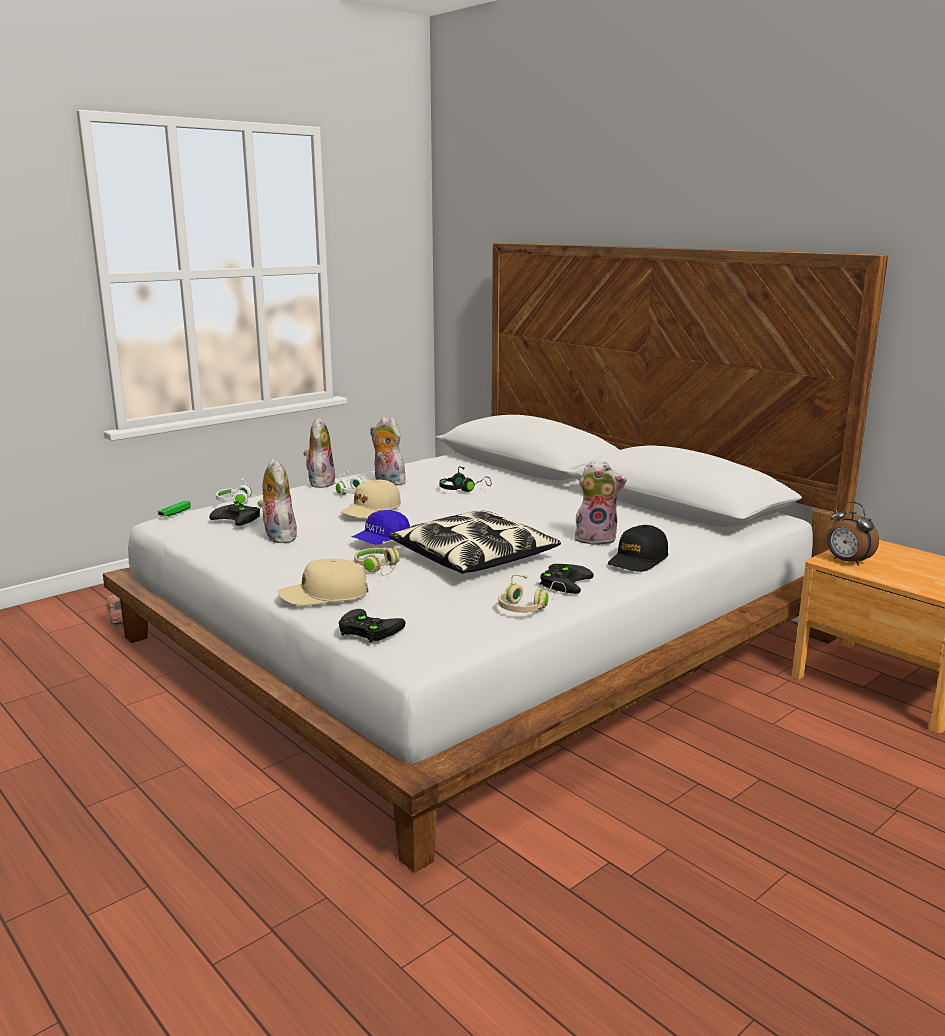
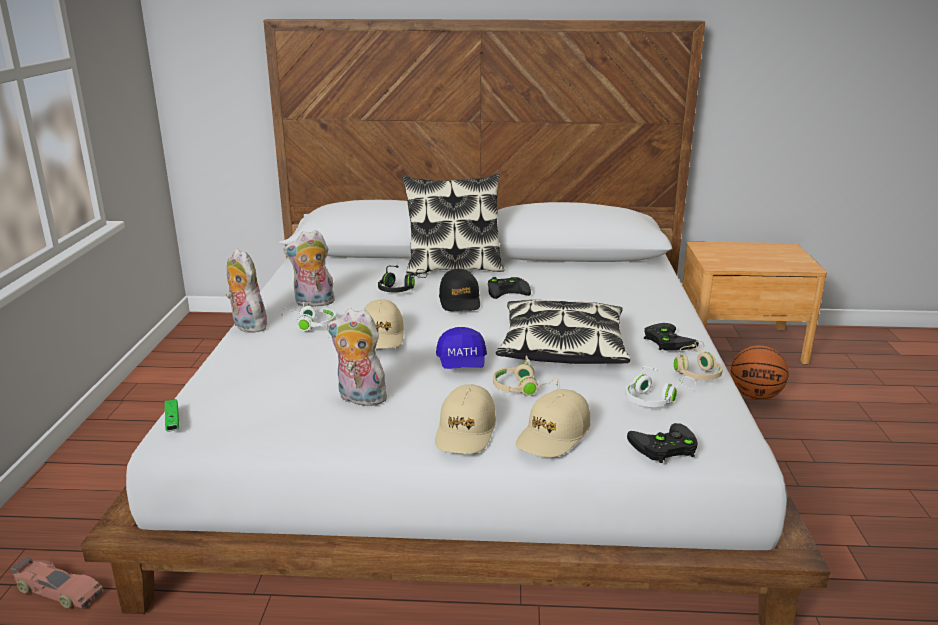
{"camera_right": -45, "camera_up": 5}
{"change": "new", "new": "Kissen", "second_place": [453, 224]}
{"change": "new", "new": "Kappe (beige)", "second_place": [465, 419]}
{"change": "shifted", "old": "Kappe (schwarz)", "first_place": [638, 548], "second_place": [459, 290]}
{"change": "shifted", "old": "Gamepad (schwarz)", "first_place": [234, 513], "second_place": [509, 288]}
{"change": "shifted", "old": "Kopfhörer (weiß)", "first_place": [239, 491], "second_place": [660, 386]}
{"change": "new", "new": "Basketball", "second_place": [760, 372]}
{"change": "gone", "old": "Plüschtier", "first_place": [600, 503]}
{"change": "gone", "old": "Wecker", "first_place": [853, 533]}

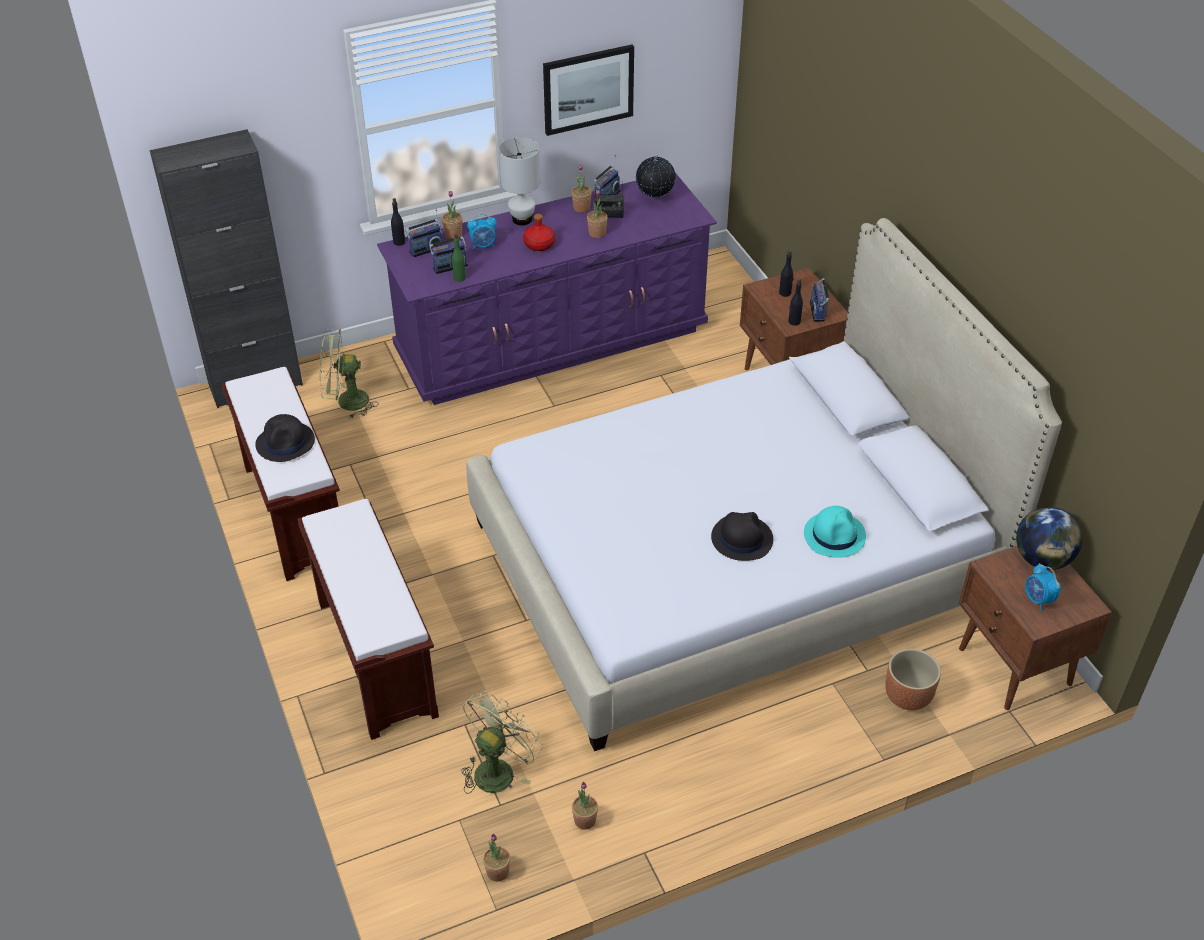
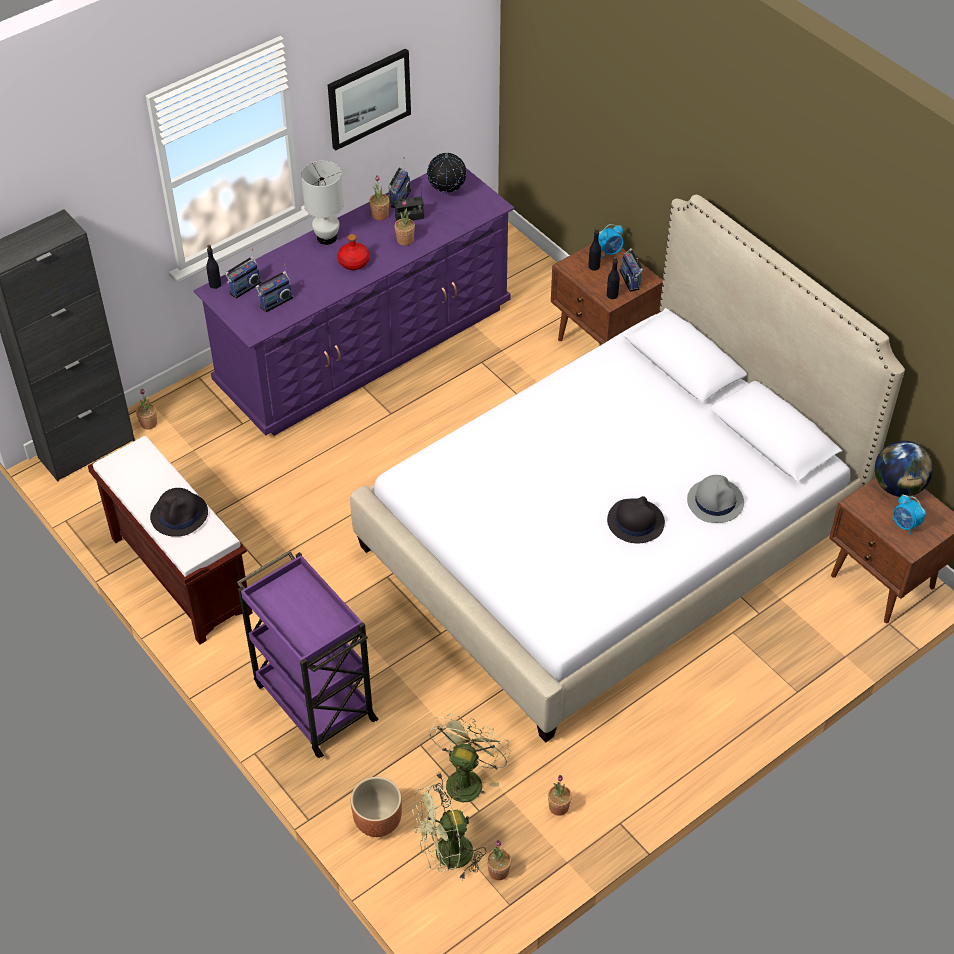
{"camera_right": -15, "camera_up": 5}
{"change": "shifted", "old": "Topfpflanze", "first_place": [452, 215], "second_place": [146, 409]}
{"change": "swapped", "old": "Bank (braun)", "new": "Rollwagen (lila)", "first_place": [368, 619], "second_place": [308, 654]}
{"change": "shifted", "old": "Pflanzkübel (braun)", "first_place": [913, 679], "second_place": [376, 807]}
{"change": "shifted", "old": "Ventilator (grün)", "first_place": [349, 374], "second_place": [449, 832]}
{"change": "shifted", "old": "Wecker", "first_place": [482, 231], "second_place": [610, 241]}
{"change": "repainted", "old": "Hut (türkis)", "new": "Hut (grau)", "first_place": [835, 532], "second_place": [715, 499]}
{"change": "gone", "old": "Flasche (grün)", "first_place": [459, 258]}

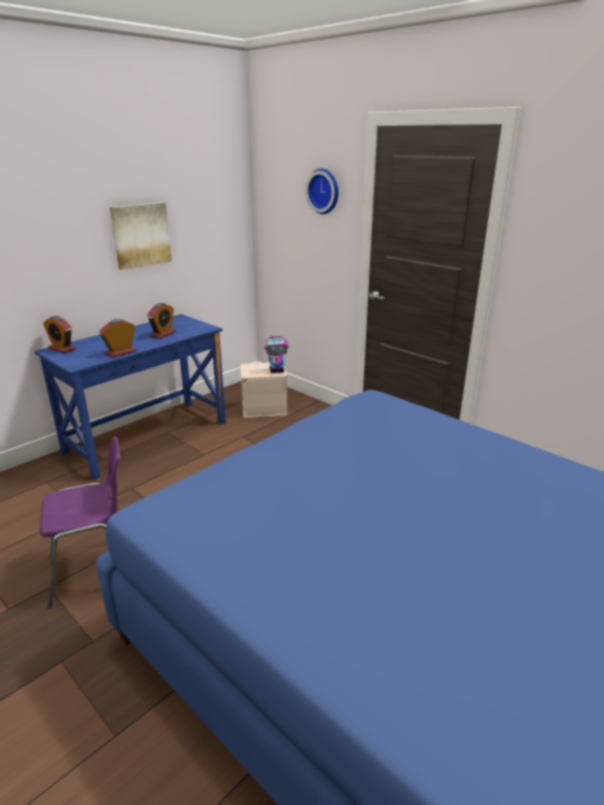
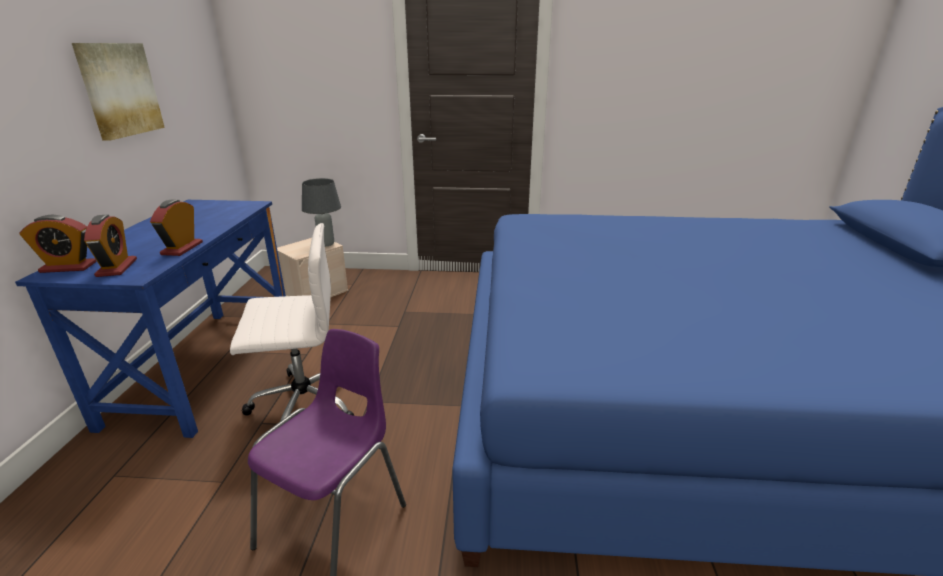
{"camera_right": -40, "camera_up": 0}
{"change": "shifted", "old": "Wecker", "first_place": [161, 321], "second_place": [110, 246]}
{"change": "new", "new": "Bürostuhl (weiß)", "second_place": [292, 322]}
{"change": "swapped", "old": "Spielzeugroboter", "new": "Tischlampe (grau)", "first_place": [277, 354], "second_place": [321, 212]}
{"change": "gone", "old": "Wanduhr", "first_place": [322, 191]}

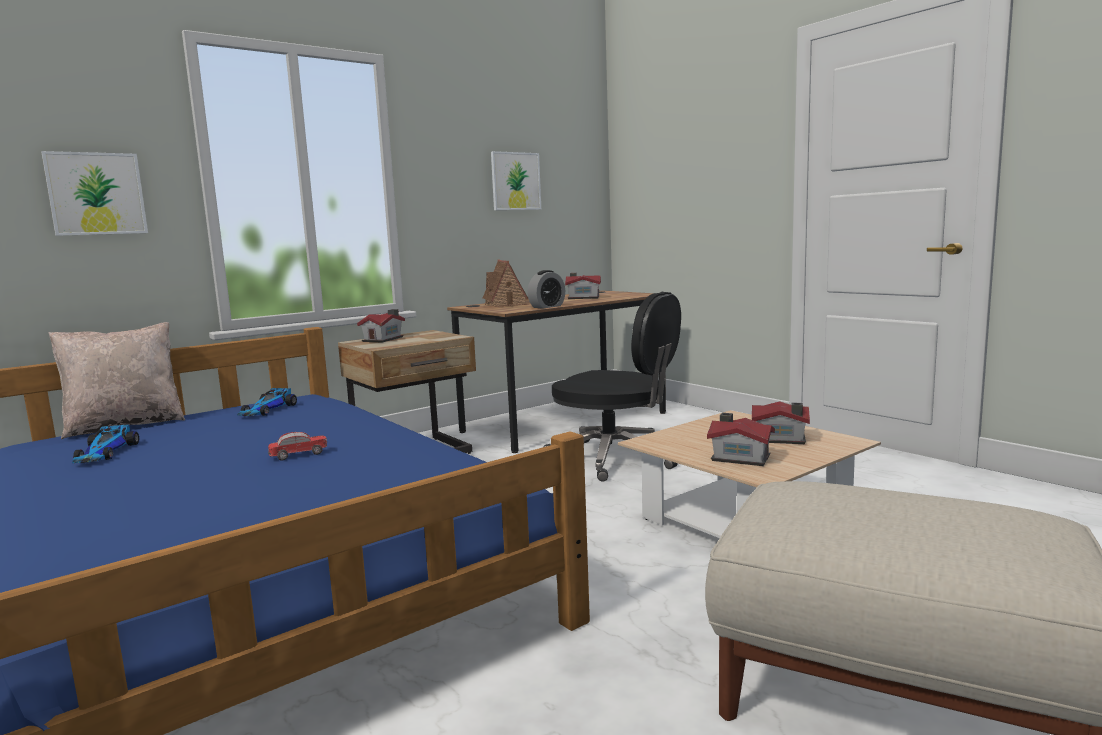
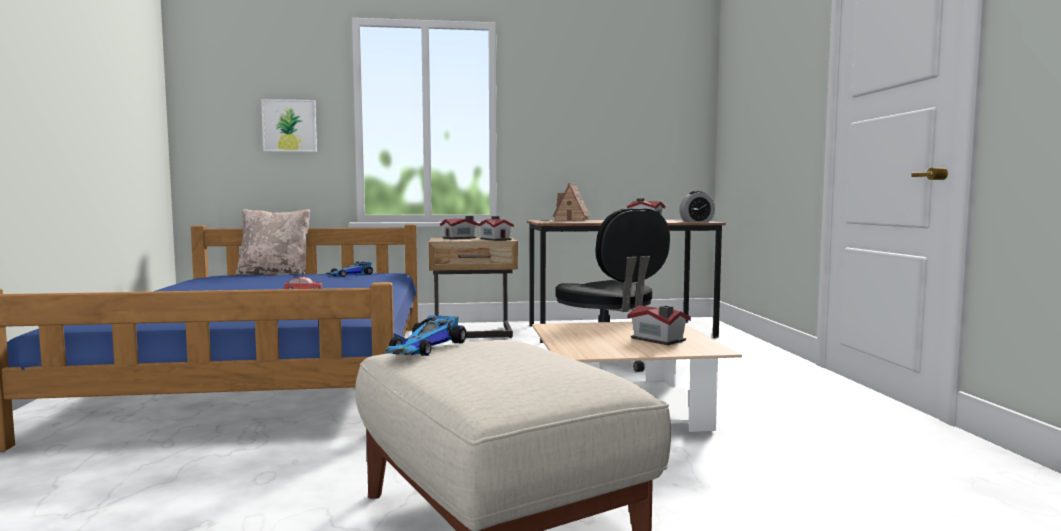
{"camera_right": 30, "camera_up": -5}
{"change": "shifted", "old": "Spielzeugauto", "first_place": [105, 443], "second_place": [425, 335]}
{"change": "shifted", "old": "Spielzeughaus", "first_place": [741, 439], "second_place": [496, 228]}
{"change": "shifted", "old": "Wecker", "first_place": [546, 289], "second_place": [697, 206]}
{"change": "gone", "old": "Bild", "first_place": [516, 180]}

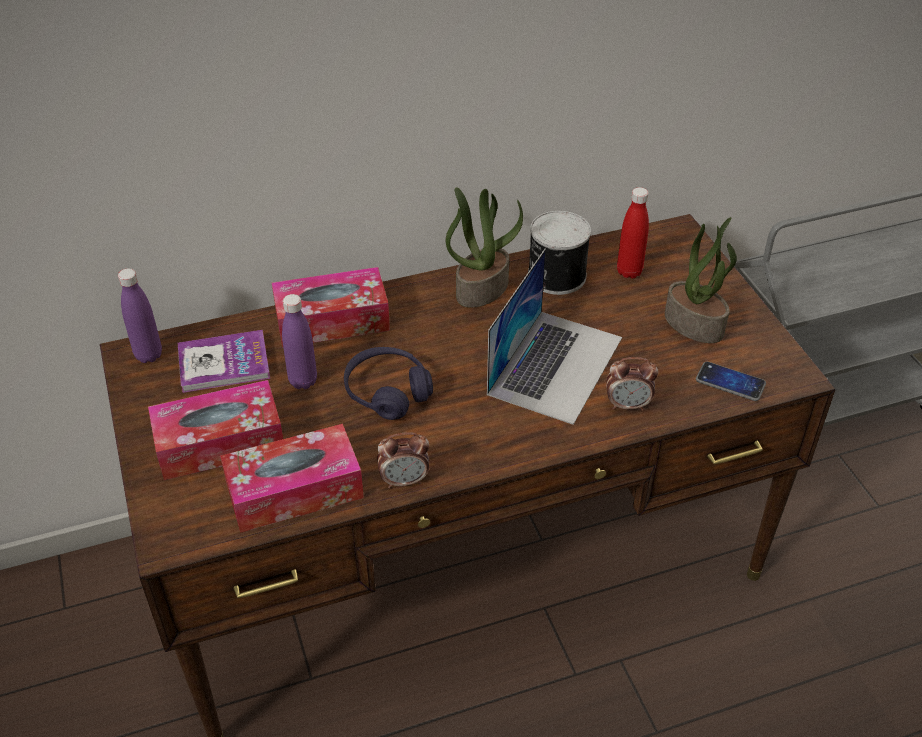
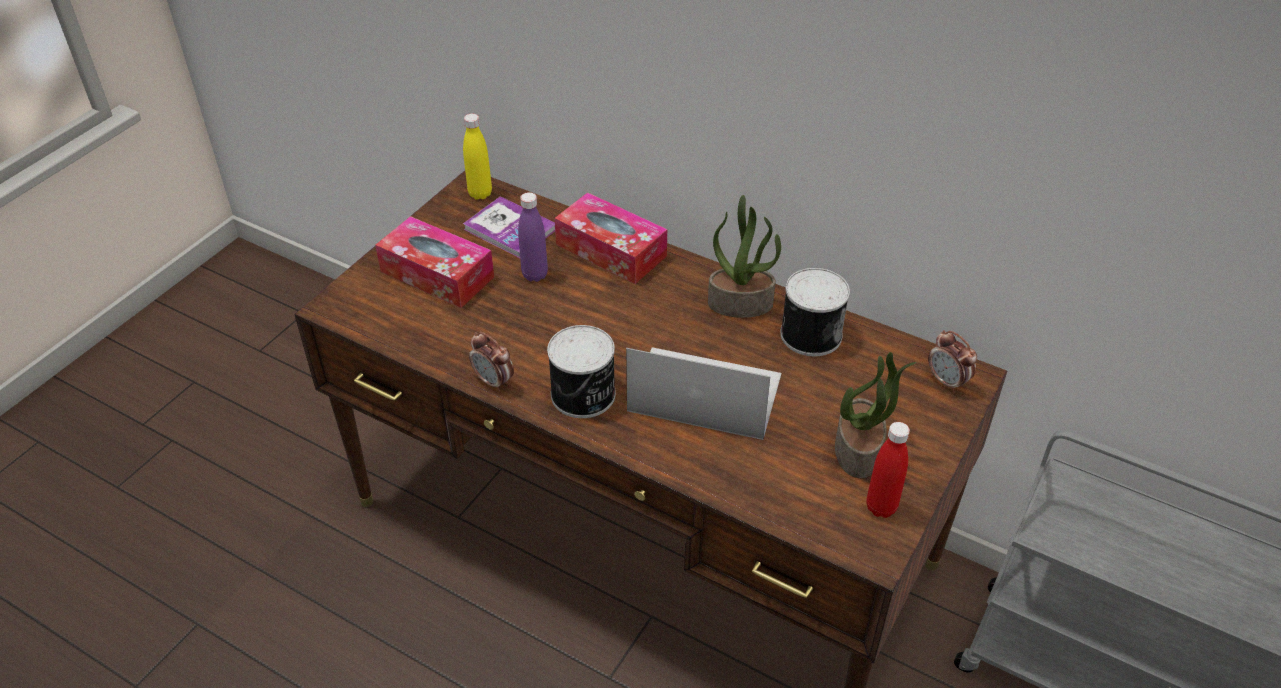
{"camera_right": 50, "camera_up": 0}
{"change": "repainted", "old": "Flasche (lila)", "new": "Flasche (gelb)", "first_place": [140, 315], "second_place": [477, 157]}
{"change": "new", "new": "Dose", "second_place": [581, 371]}
{"change": "rotated", "old": "Laptop", "first_place": [554, 336], "second_place": [703, 393], "degrees": -150}
{"change": "shifted", "old": "Flasche (rot)", "first_place": [633, 233], "second_place": [888, 470]}
{"change": "shifted", "old": "Wecker", "first_place": [632, 384], "second_place": [952, 361]}
{"change": "gone", "old": "Taschentuchbox", "first_place": [292, 478]}
{"change": "gone", "old": "Kopfhörer (lila)", "first_place": [388, 383]}
{"change": "gone", "old": "Handy", "first_place": [731, 381]}

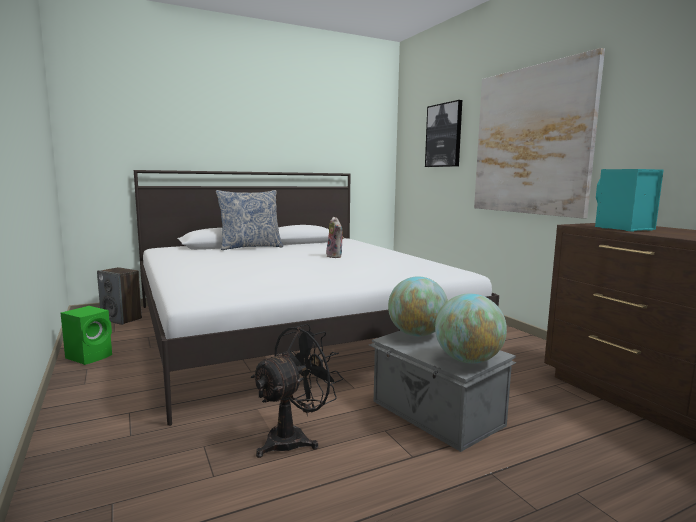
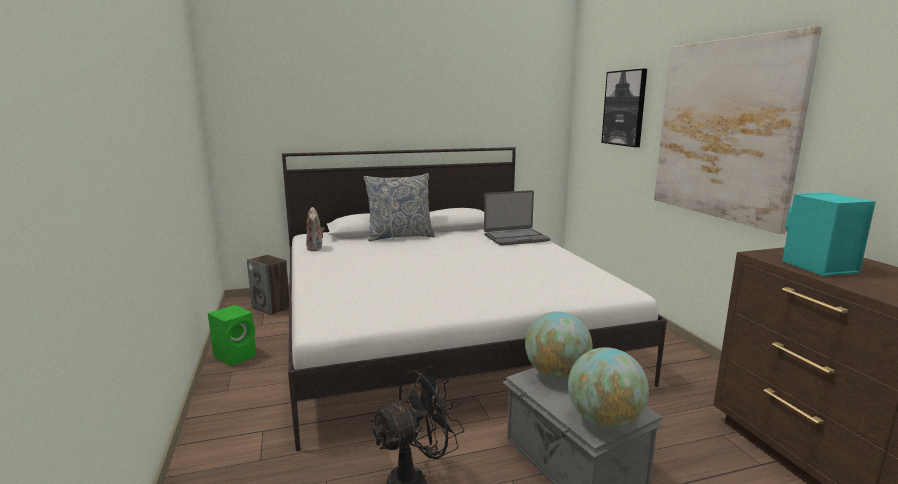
{"camera_right": 10, "camera_up": 5}
{"change": "shifted", "old": "Plüschtier", "first_place": [335, 237], "second_place": [315, 229]}
{"change": "new", "new": "Laptop", "second_place": [517, 218]}

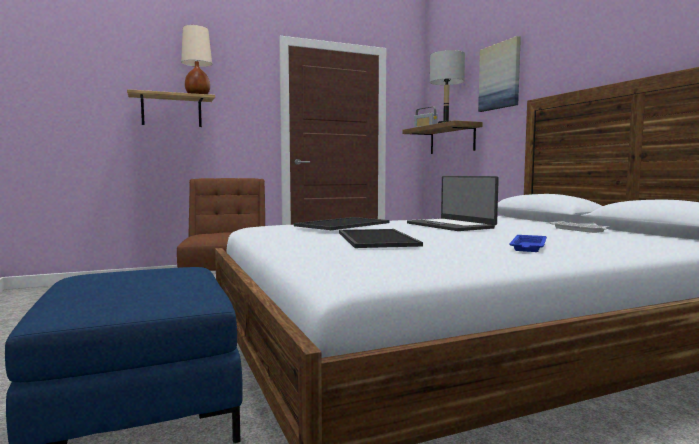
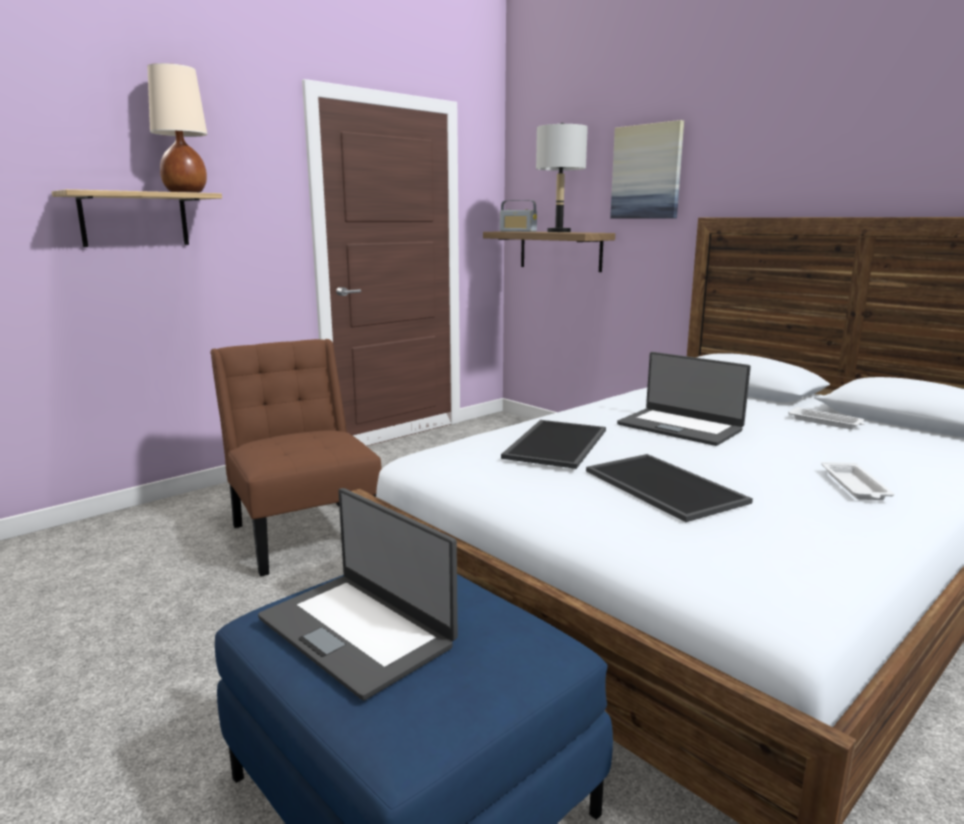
{"camera_right": -20, "camera_up": 10}
{"change": "new", "new": "Laptop", "second_place": [358, 594]}
{"change": "repainted", "old": "Tablett (blau)", "new": "Tablett (weiß)", "first_place": [528, 243], "second_place": [857, 481]}

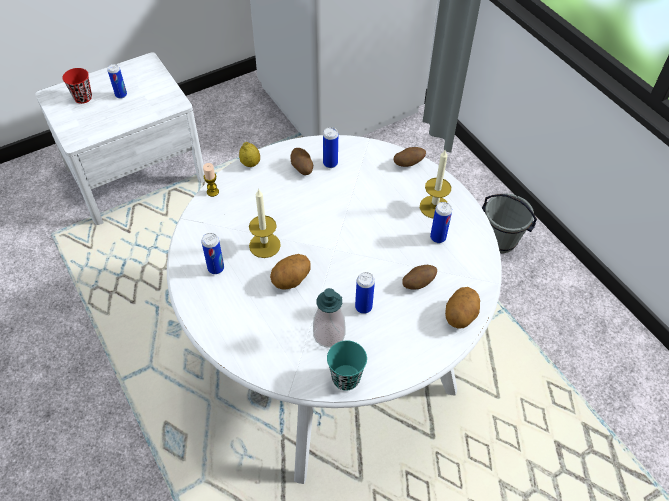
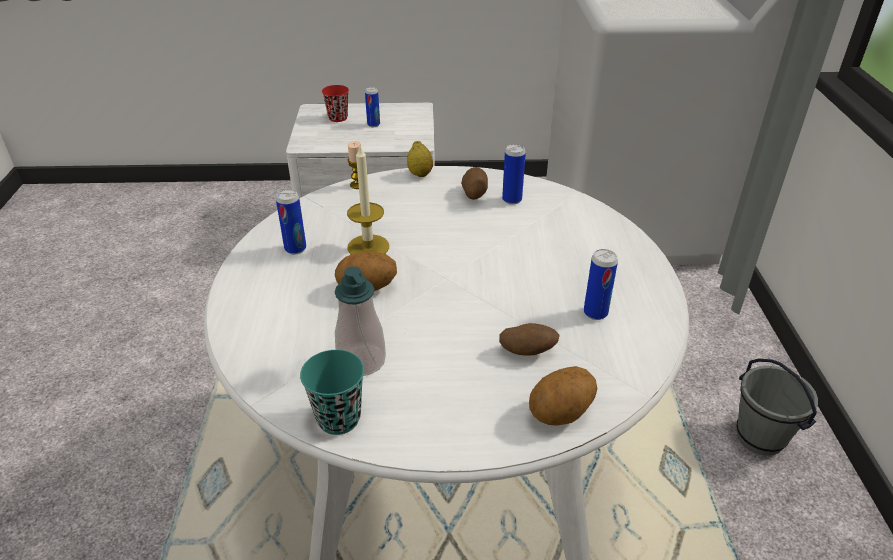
{"camera_right": 30, "camera_up": -15}
{"change": "gone", "old": "Dose", "first_place": [365, 293]}
{"change": "gone", "old": "Kartoffel", "first_place": [410, 157]}
{"change": "gone", "old": "Kerze", "first_place": [435, 184]}

